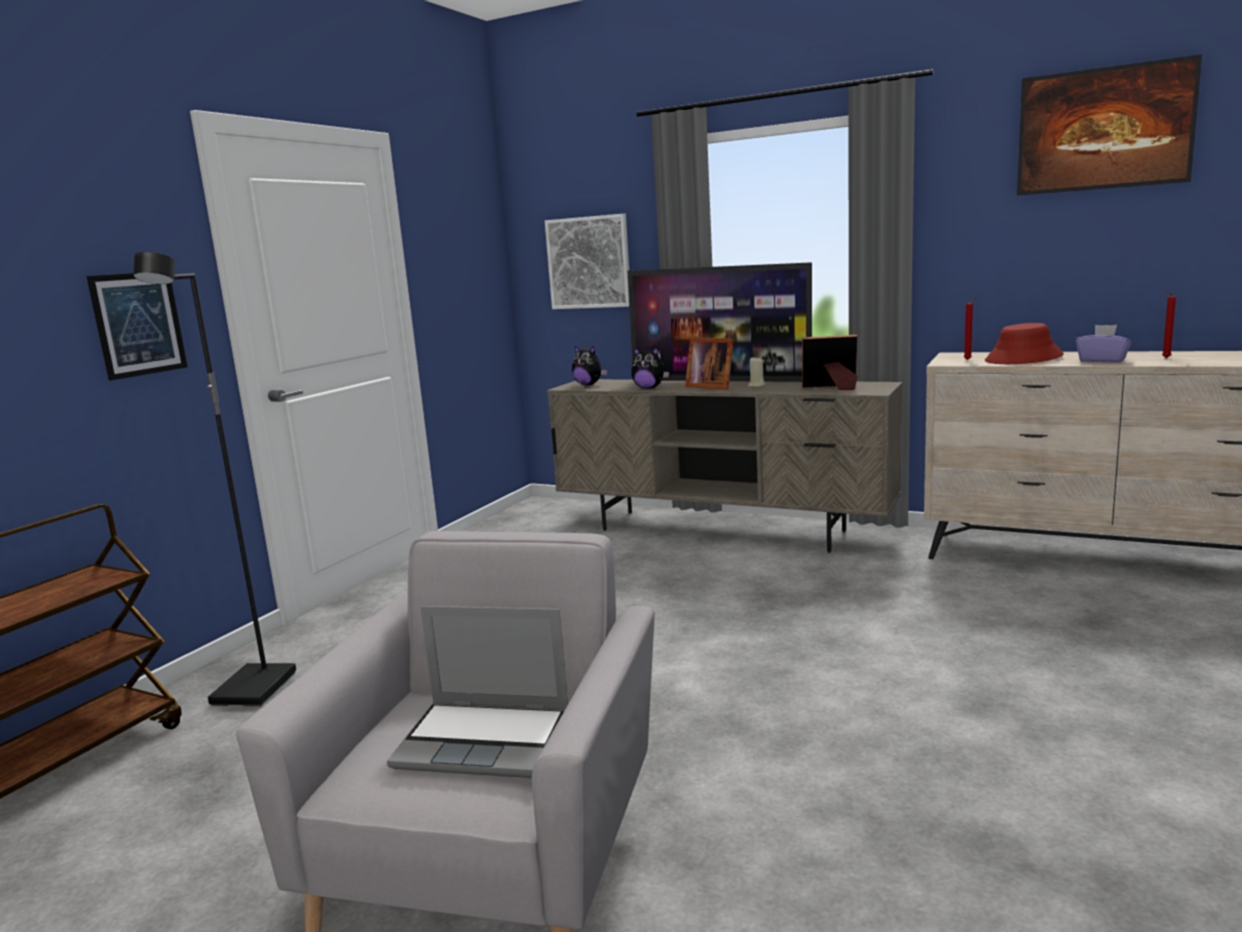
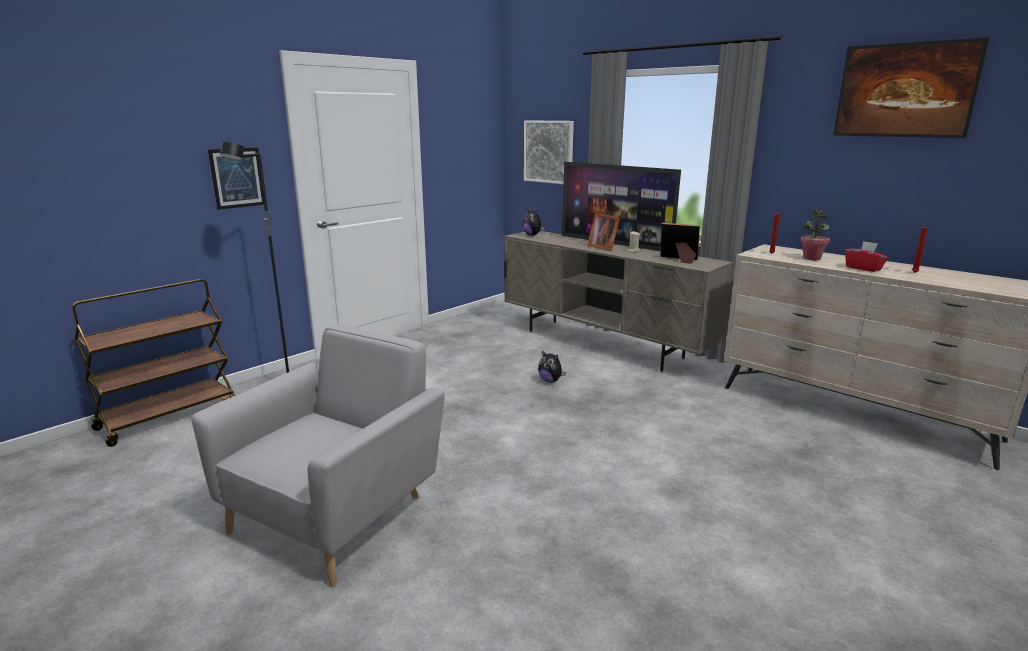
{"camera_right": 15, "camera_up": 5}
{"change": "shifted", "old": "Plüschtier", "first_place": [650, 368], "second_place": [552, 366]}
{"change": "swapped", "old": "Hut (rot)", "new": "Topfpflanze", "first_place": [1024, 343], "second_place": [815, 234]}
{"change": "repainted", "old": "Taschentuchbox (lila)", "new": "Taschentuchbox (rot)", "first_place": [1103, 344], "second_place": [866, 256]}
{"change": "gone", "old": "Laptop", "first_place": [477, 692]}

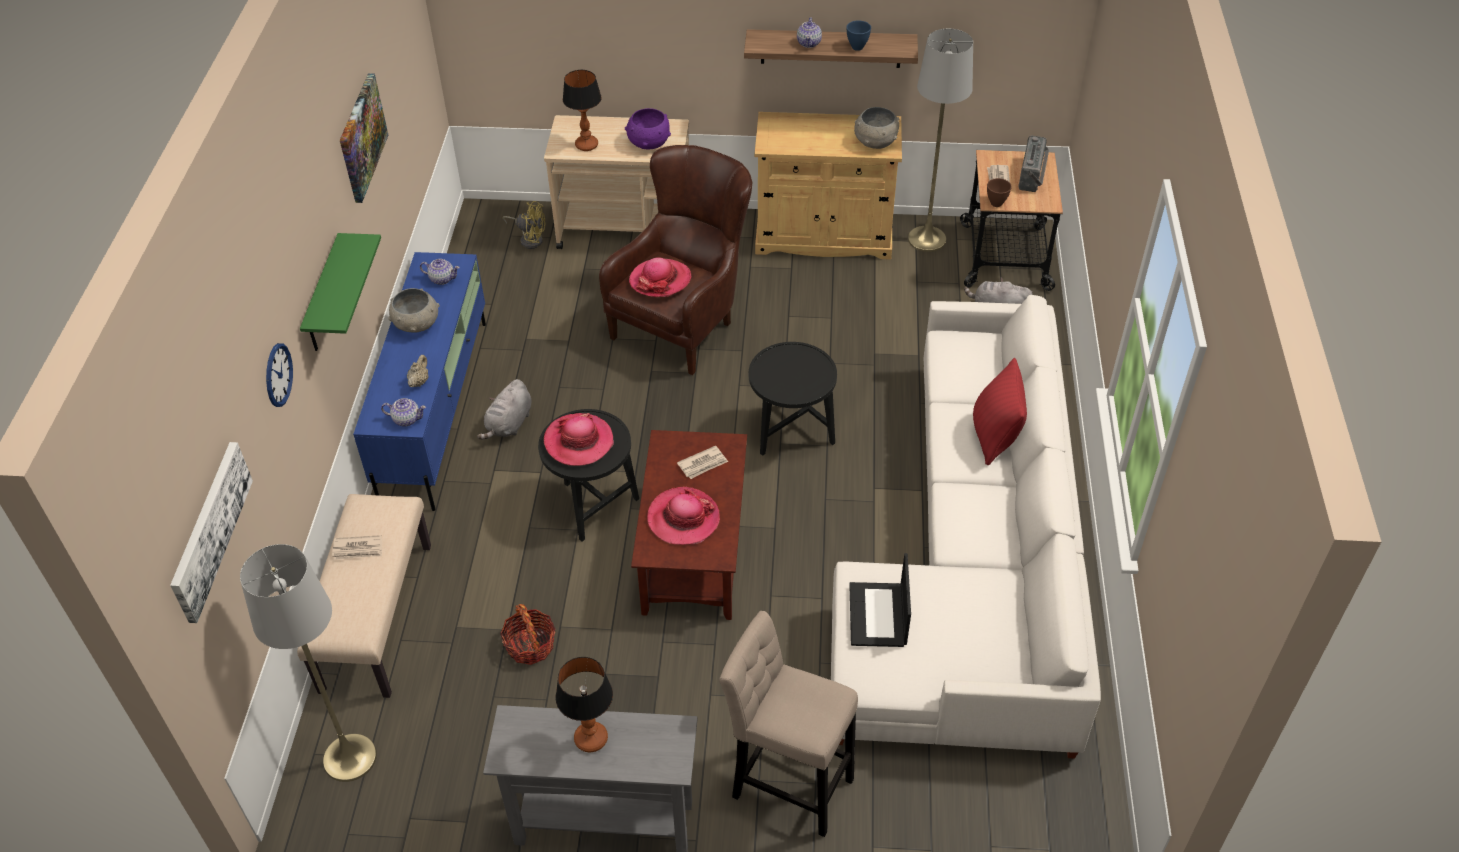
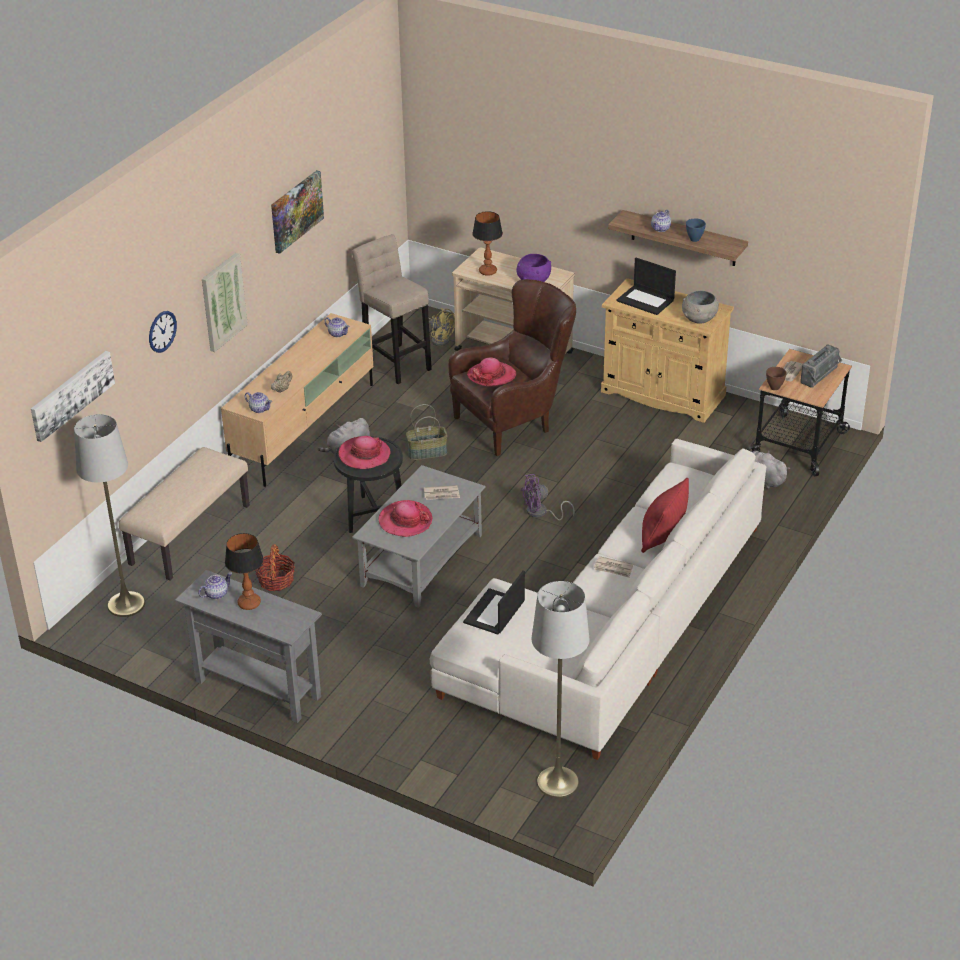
{"camera_right": 25, "camera_up": -10}
{"change": "new", "new": "Teekanne", "second_place": [215, 585]}
{"change": "swapped", "old": "Wandregal (grün)", "new": "Bild", "first_place": [340, 292], "second_place": [225, 302]}
{"change": "repainted", "old": "Fernsehschrank (blau)", "new": "Fernsehschrank (beige)", "first_place": [419, 381], "second_place": [297, 400]}
{"change": "shifted", "old": "Hocker (beige)", "first_place": [788, 724], "second_place": [392, 309]}
{"change": "repainted", "old": "Couchtisch (braun)", "new": "Couchtisch (grau)", "first_place": [689, 525], "second_place": [418, 536]}
{"change": "new", "new": "Korb", "second_place": [427, 432]}
{"change": "swapped", "old": "Beistelltisch (schwarz)", "new": "Ventilator (lila)", "first_place": [793, 399], "second_place": [548, 497]}
{"change": "shifted", "old": "Stehlampe (grau)", "first_place": [940, 140], "second_place": [560, 689]}
{"change": "shifted", "old": "Zeitung", "first_place": [357, 547], "second_place": [613, 567]}
{"change": "new", "new": "Laptop", "second_place": [646, 286]}
{"change": "gone", "old": "Schüssel (grau)", "first_place": [414, 310]}

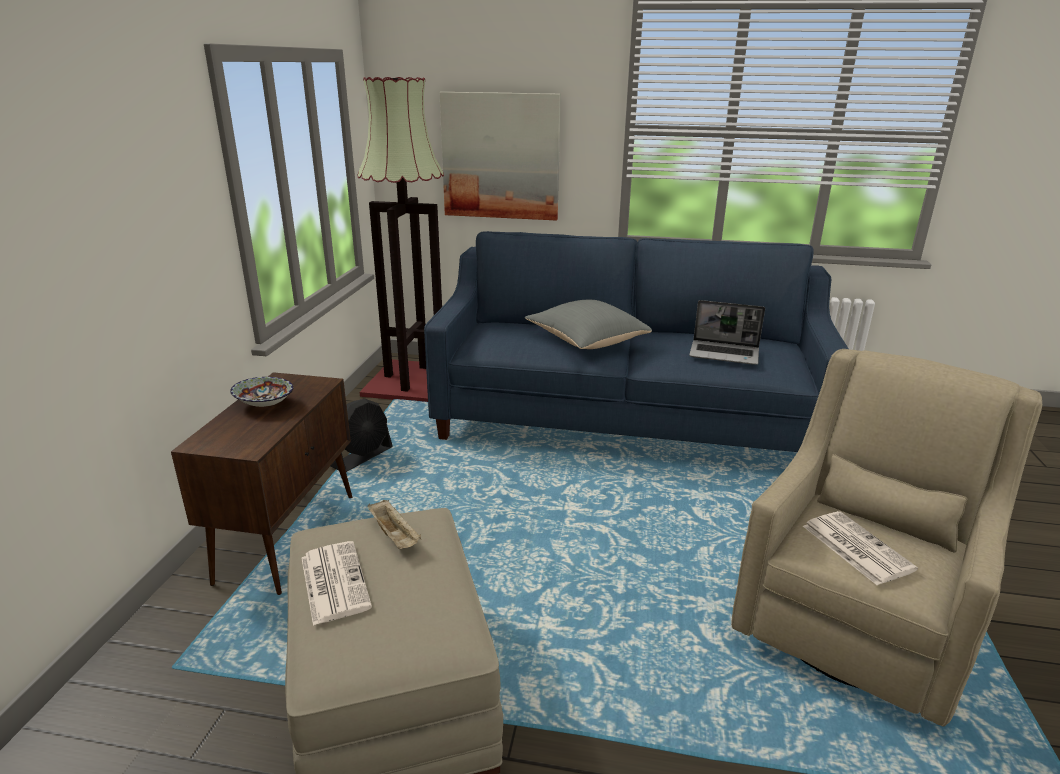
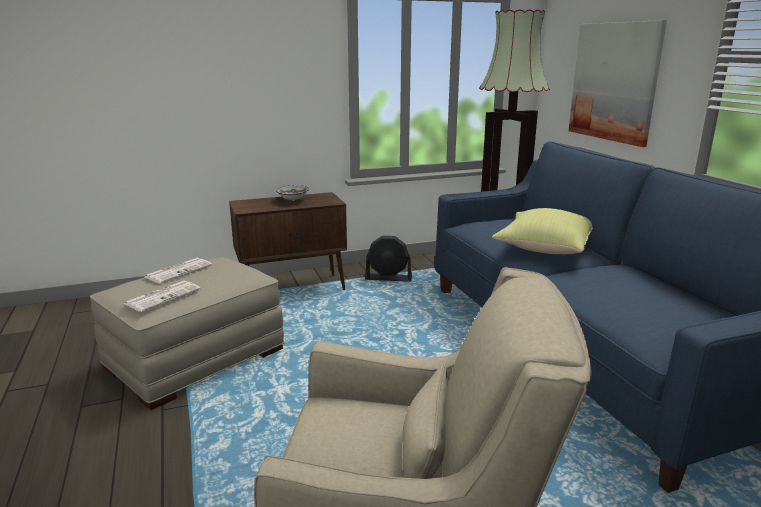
{"camera_right": 60, "camera_up": -5}
{"change": "shifted", "old": "Zeitung", "first_place": [860, 548], "second_place": [162, 296]}
{"change": "repainted", "old": "Kissen (grau)", "new": "Kissen (gelb)", "first_place": [588, 324], "second_place": [542, 231]}
{"change": "gone", "old": "Tablett (beige)", "first_place": [394, 524]}
{"change": "gone", "old": "Laptop", "first_place": [727, 332]}

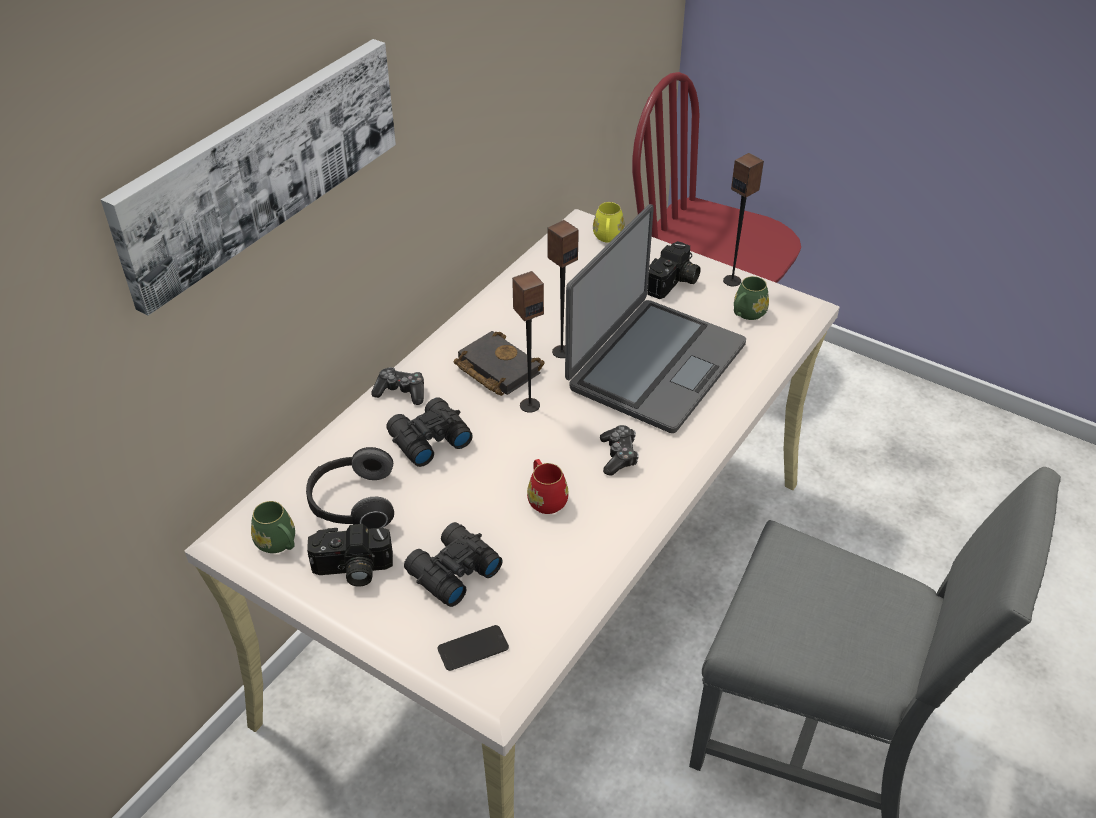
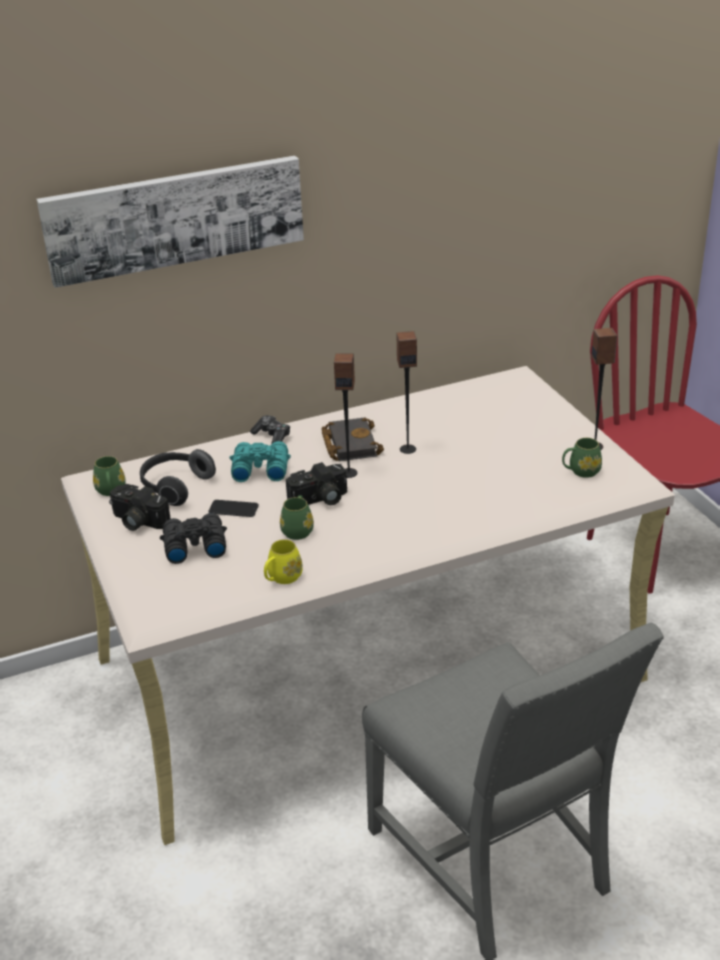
{"camera_right": 35, "camera_up": -10}
{"change": "shifted", "old": "Handy", "first_place": [473, 648], "second_place": [233, 508]}
{"change": "repainted", "old": "Fernglas (schwarz)", "new": "Fernglas (türkis)", "first_place": [429, 432], "second_place": [260, 461]}
{"change": "shifted", "old": "Henkelbecher (gelb)", "first_place": [609, 222], "second_place": [283, 561]}
{"change": "repainted", "old": "Henkelbecher (rot)", "new": "Henkelbecher (grün)", "first_place": [548, 486], "second_place": [297, 517]}
{"change": "shifted", "old": "Kamera", "first_place": [674, 270], "second_place": [316, 483]}
{"change": "gone", "old": "Laptop", "first_place": [655, 318]}
{"change": "gone", "old": "Gamepad", "first_place": [619, 450]}

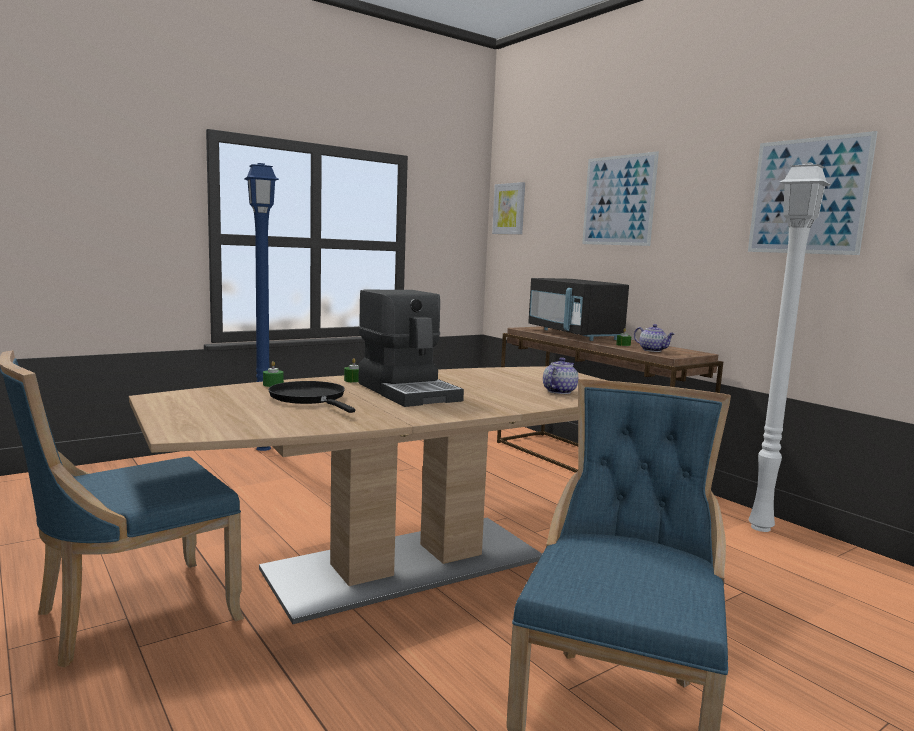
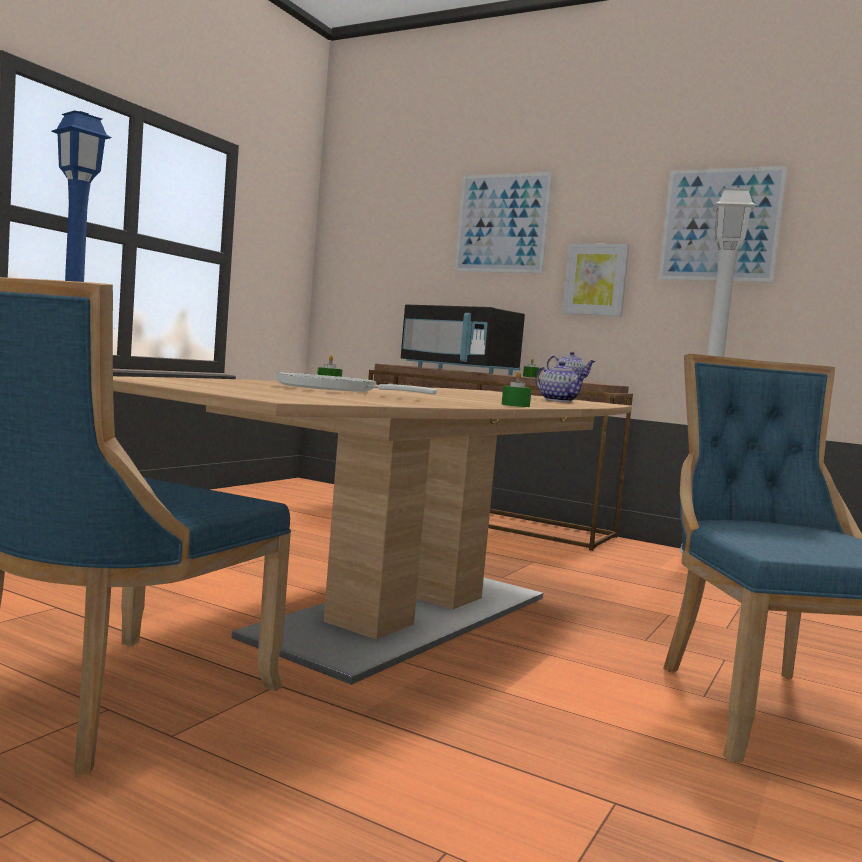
{"camera_right": -25, "camera_up": -5}
{"change": "repainted", "old": "Pfanne (schwarz)", "new": "Pfanne (weiß)", "first_place": [311, 397], "second_place": [356, 384]}
{"change": "shifted", "old": "Kerze (grün)", "first_place": [273, 374], "second_place": [517, 389]}
{"change": "rotated", "old": "Teekanne", "first_place": [560, 375], "second_place": [561, 381], "degrees": 135}
{"change": "shifted", "old": "Bild", "first_place": [508, 208], "second_place": [596, 280]}
{"change": "gone", "old": "Kaffeemaschine", "first_place": [411, 348]}

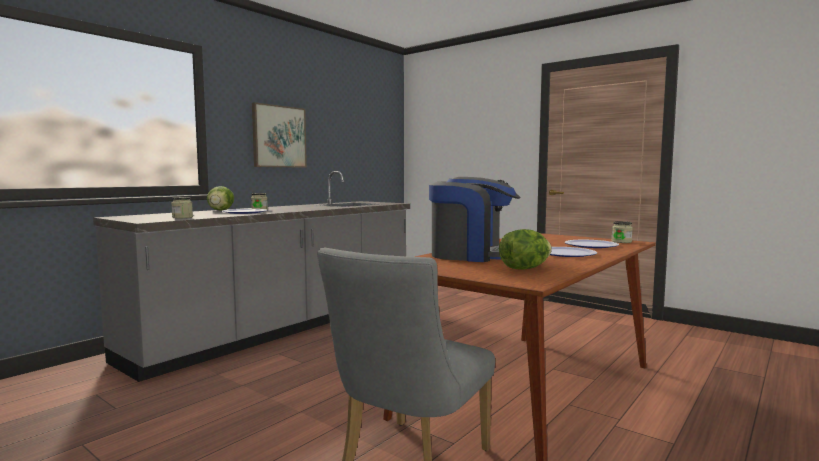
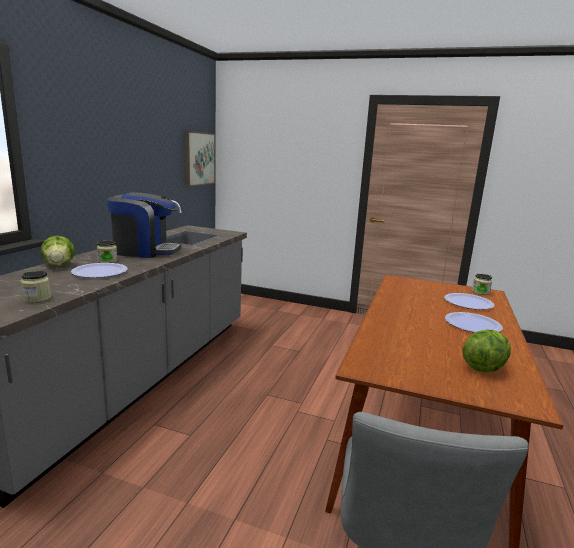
{"camera_right": -20, "camera_up": 10}
{"change": "shifted", "old": "Kaffeemaschine", "first_place": [474, 219], "second_place": [144, 225]}
{"change": "shifted", "old": "Bild", "first_place": [279, 135], "second_place": [200, 159]}

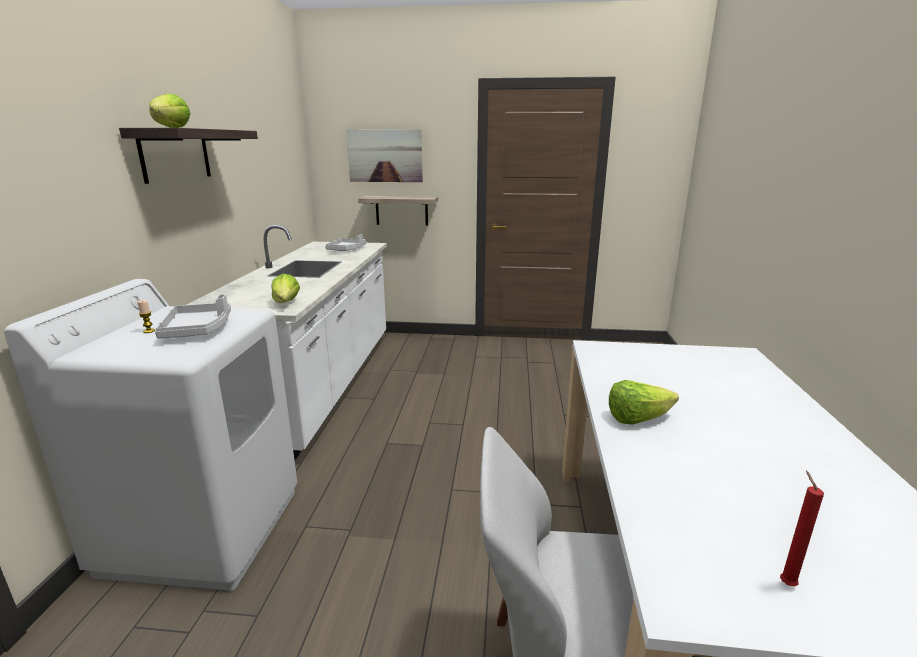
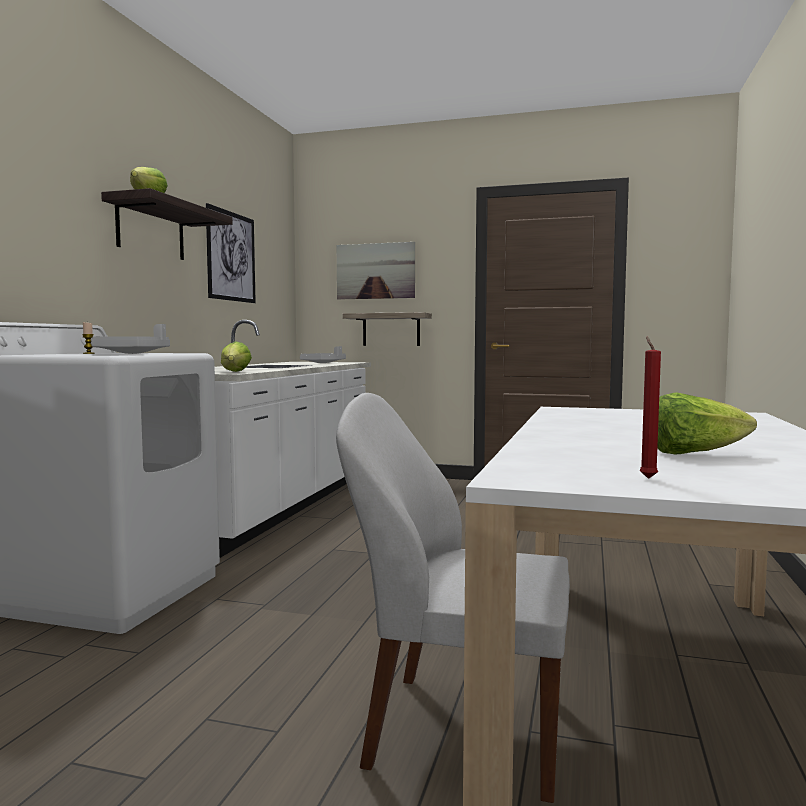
{"camera_right": 10, "camera_up": -15}
{"change": "new", "new": "Bild", "second_place": [231, 253]}
{"change": "shifted", "old": "Salatkopf", "first_place": [644, 402], "second_place": [707, 423]}

